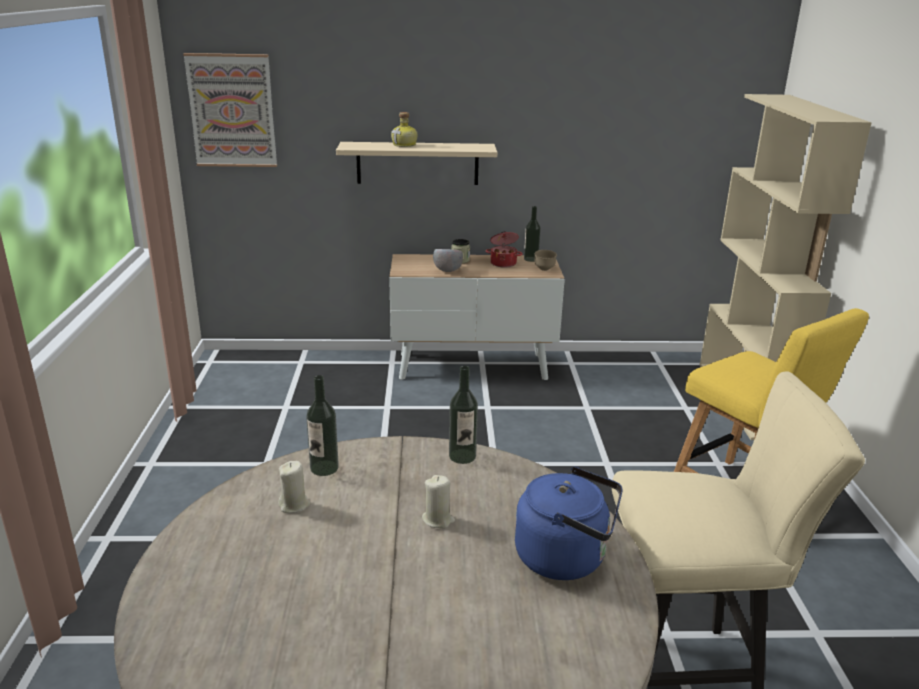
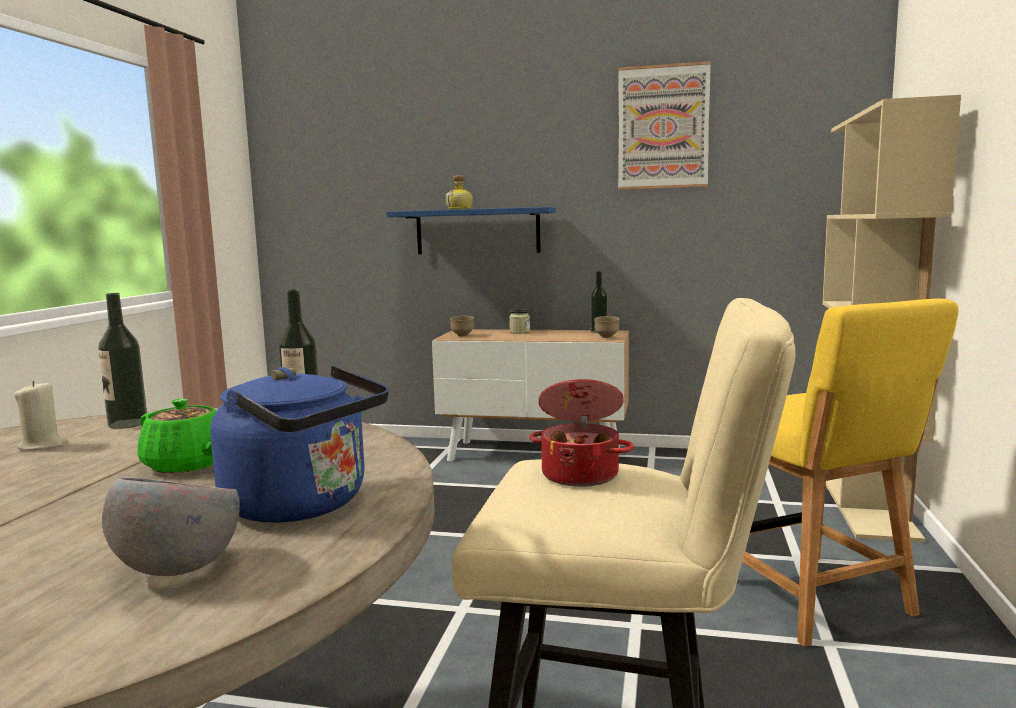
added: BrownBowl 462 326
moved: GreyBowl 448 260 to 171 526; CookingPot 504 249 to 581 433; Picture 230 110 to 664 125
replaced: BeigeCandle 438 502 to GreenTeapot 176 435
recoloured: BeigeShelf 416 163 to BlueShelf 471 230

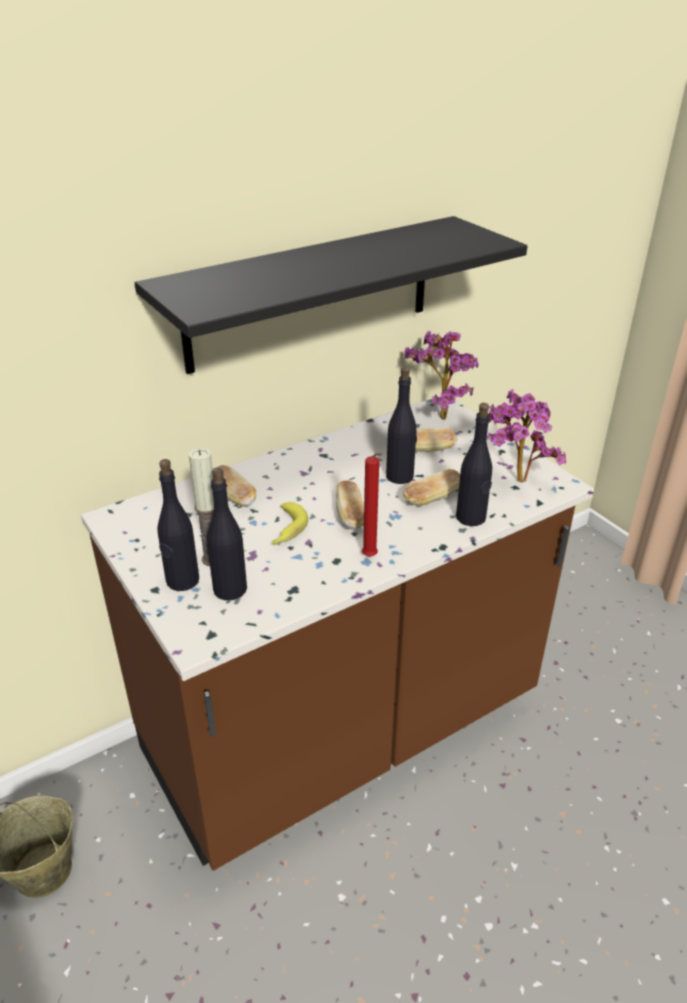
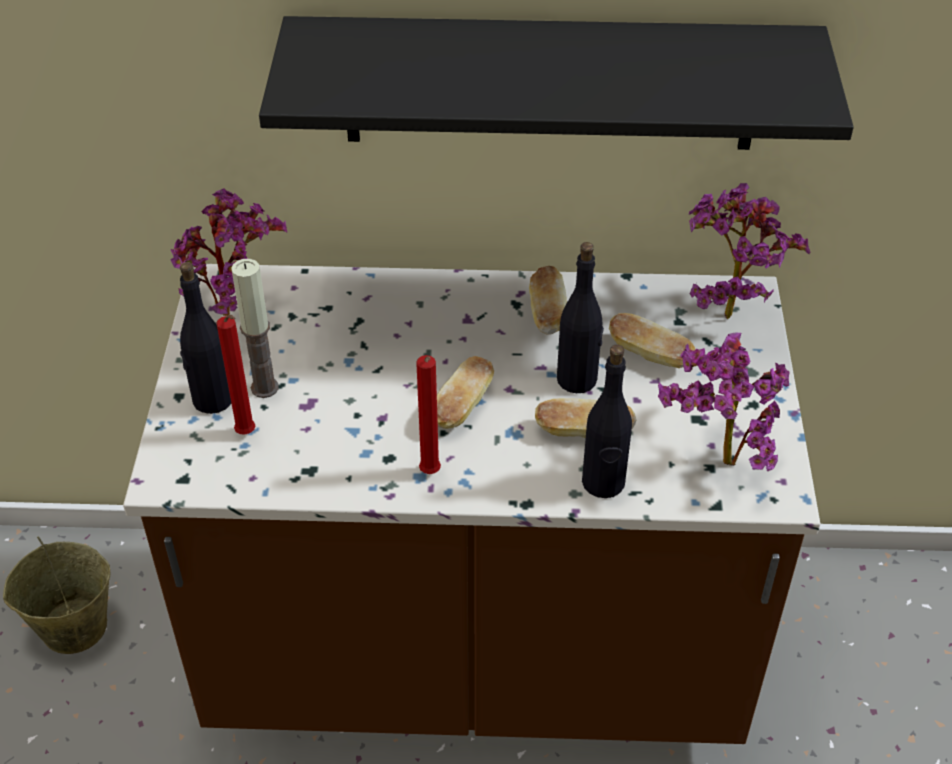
removed: Banana 290 523
added: PottedPlant 229 252
moved: Bread 237 486 to 548 300
replaced: BlackBottle 227 534 to RedCandle 236 375

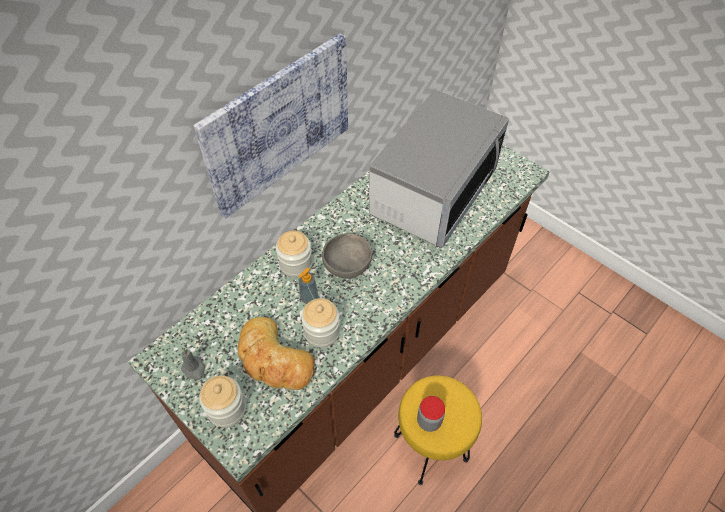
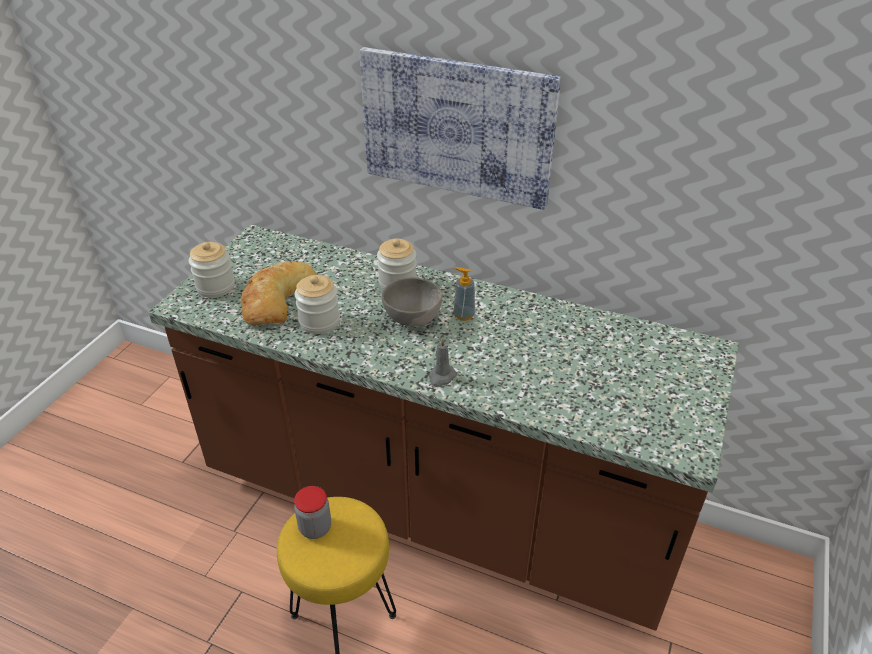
removed: Microwave 439 168
moved: GreyCandle 193 364 to 443 362; SoapDispenser 308 286 to 464 294

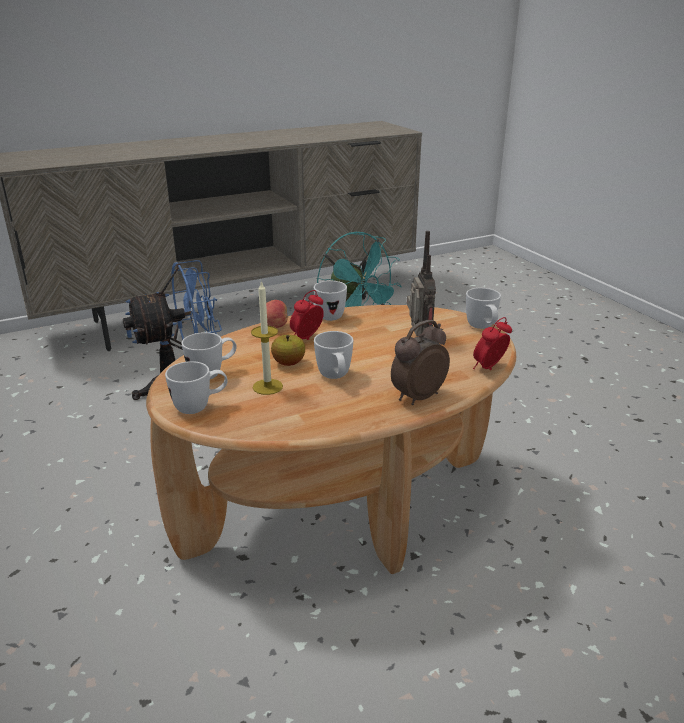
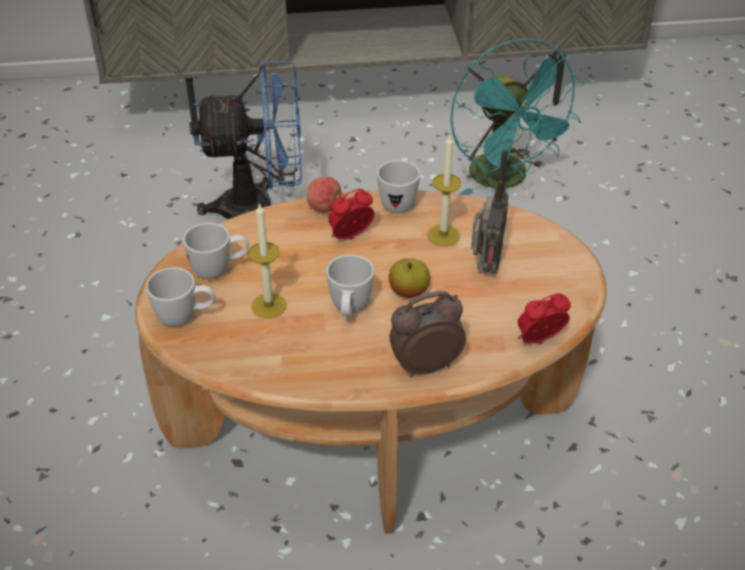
removed: WhiteMug 483 308
added: Candle 444 190
moved: Apple 288 350 to 409 278

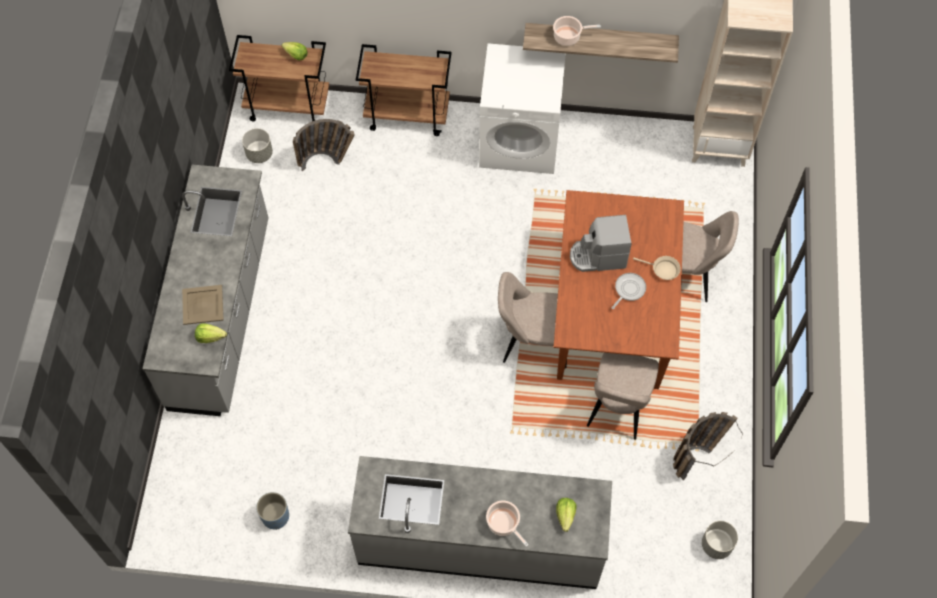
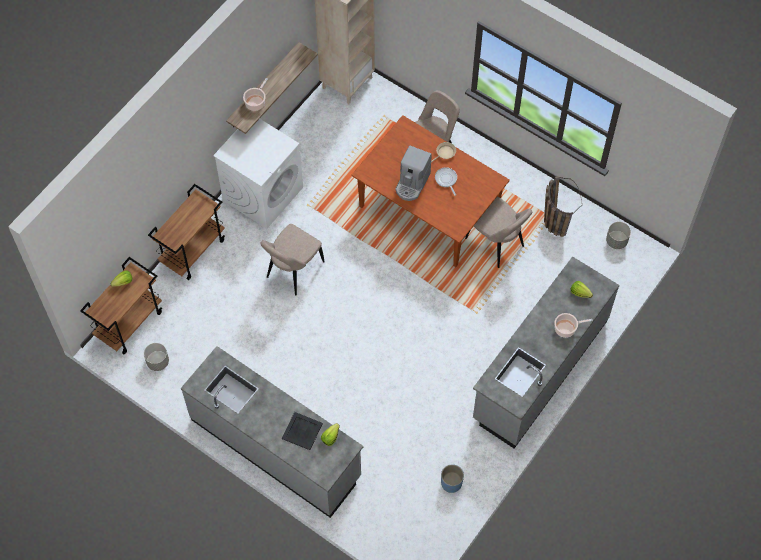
removed: Basket 324 145
moved: BeigeChair 532 320 to 292 259
recoloured: BeigeTray 203 305 to BlackTray 302 431

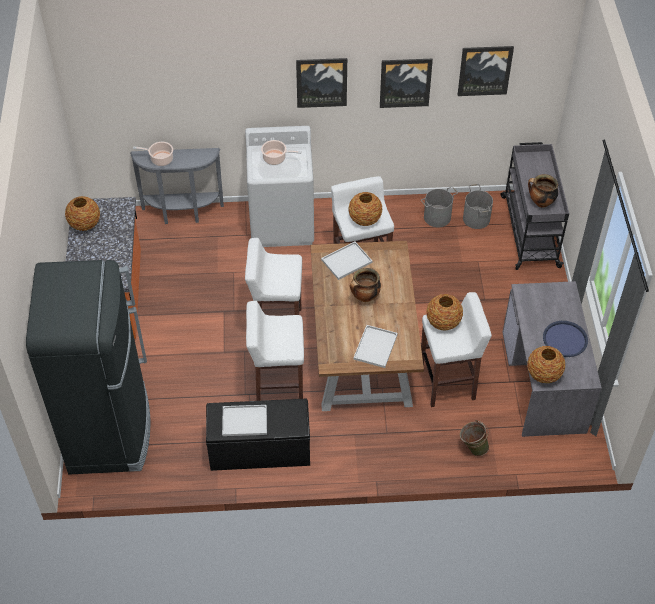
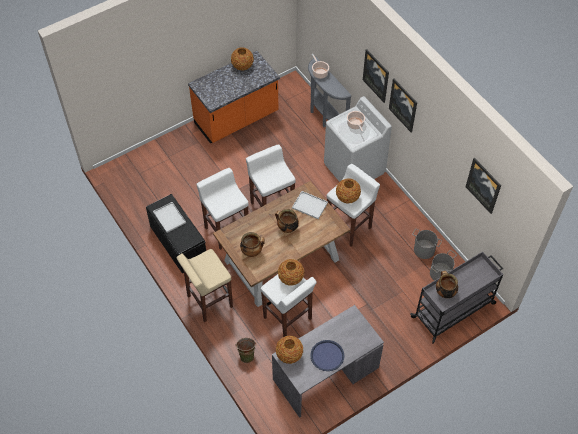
removed: BlackFridge 88 367
added: BeigeStool 205 285
moved: Picture 406 83 to 376 76
replaced: WhiteTray 375 346 to CookingPot 252 244

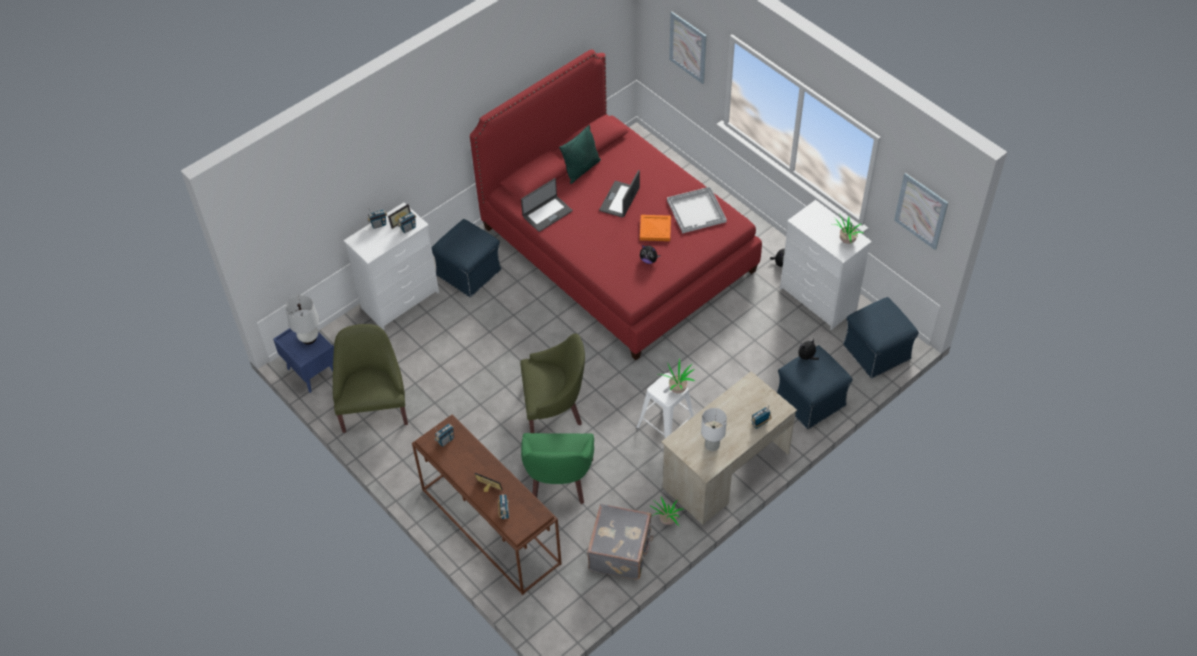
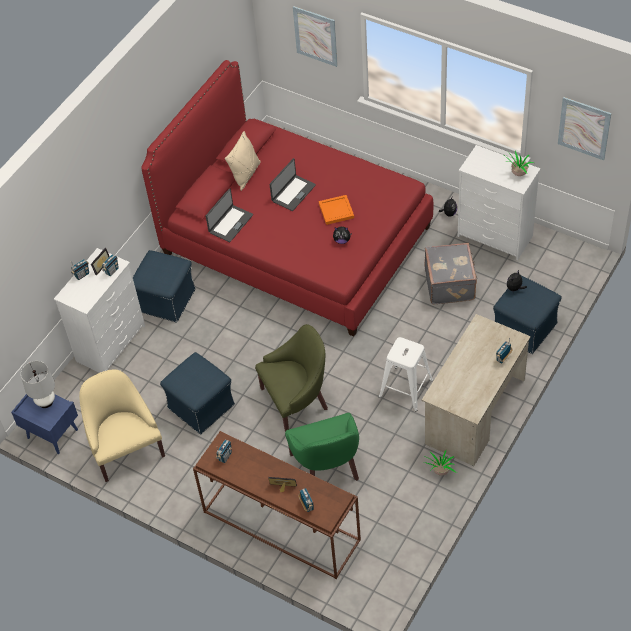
removed: PottedPlant 677 375; WhiteTray 697 210; WhiteTableLamp 714 429
moved: BlueOttoman 881 337 to 197 393; GreySuitcase 620 542 to 451 273
recoloured: GreenArmchair 370 378 to BeigeArmchair 122 425; GreenPillow 580 154 to BeigePillow 242 161
turned: Laptop 619 194 = 293 184 150 degrees counterclockwise

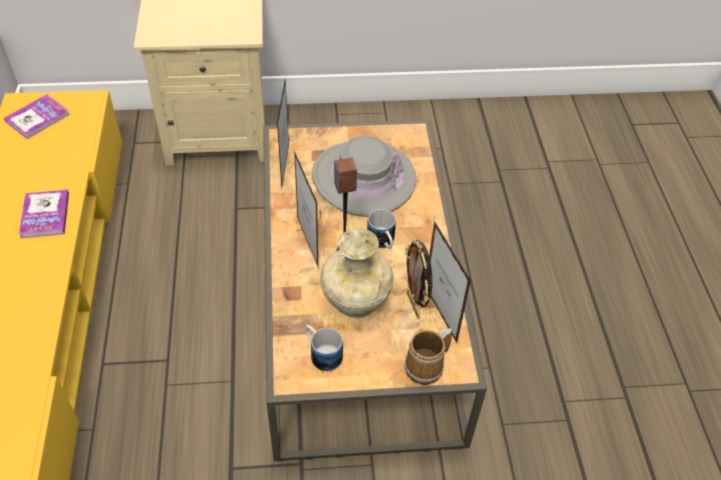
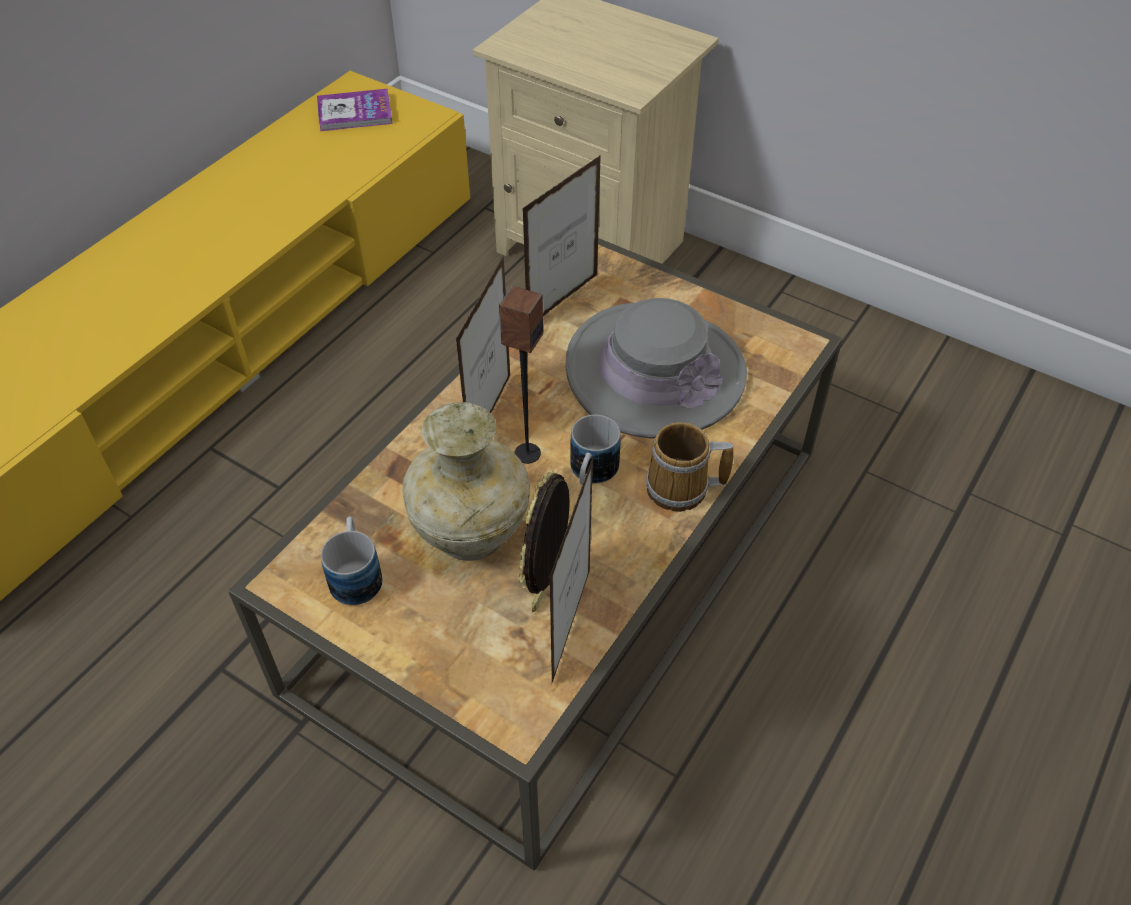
removed: Book 44 213
moved: Mug 428 356 to 690 467

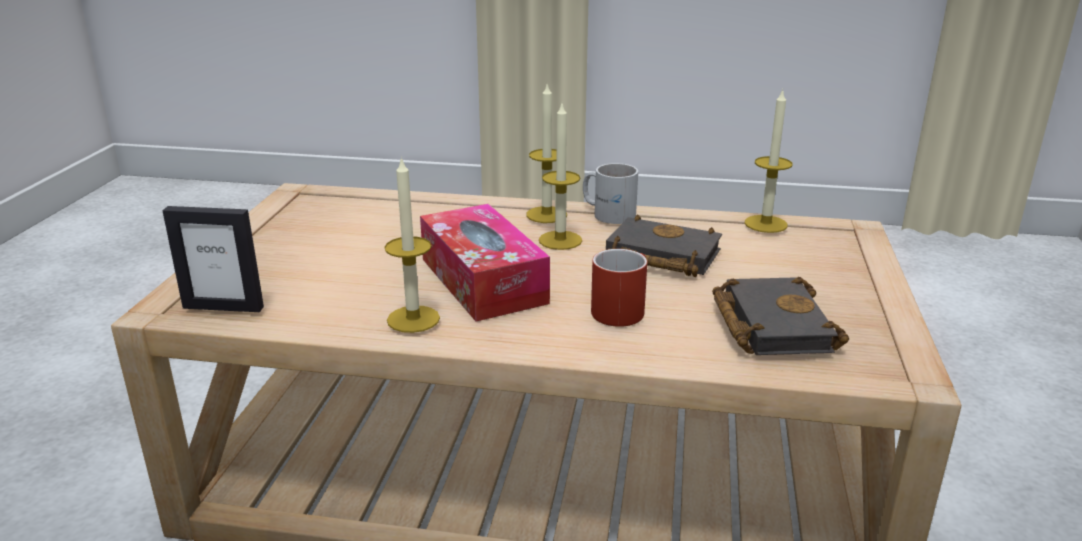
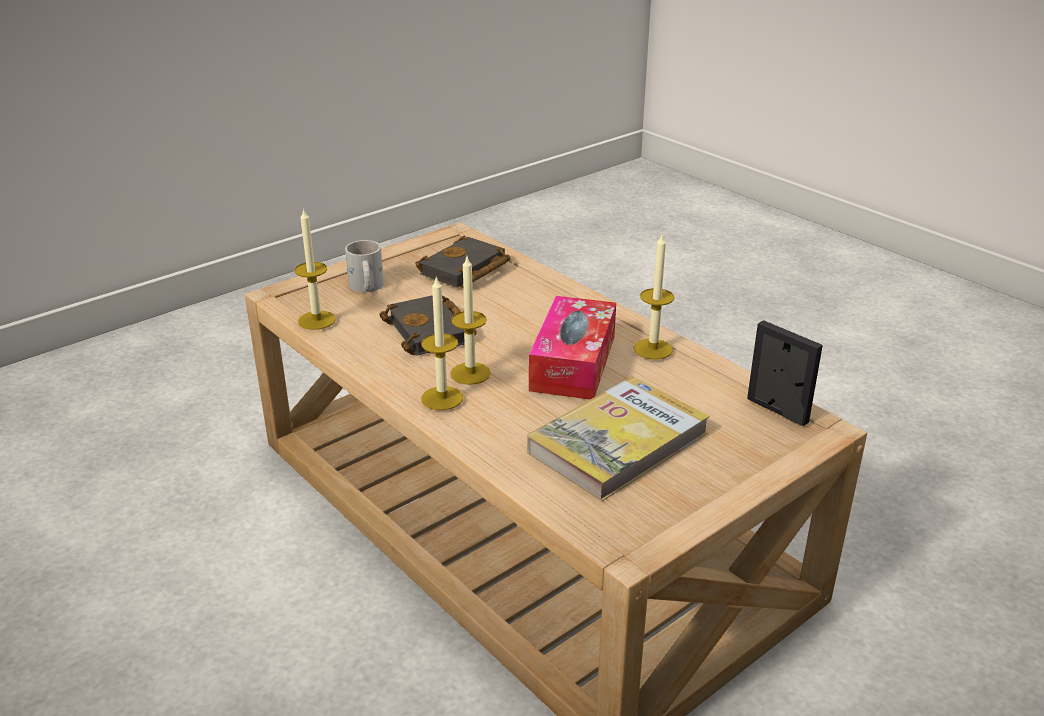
removed: RedMug 619 288
added: Book 618 438
moved: WhiteMug 610 193 to 364 266

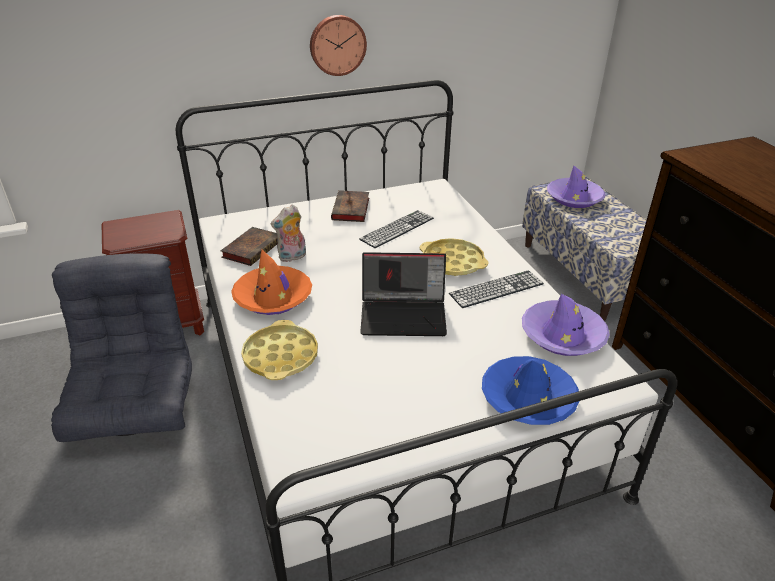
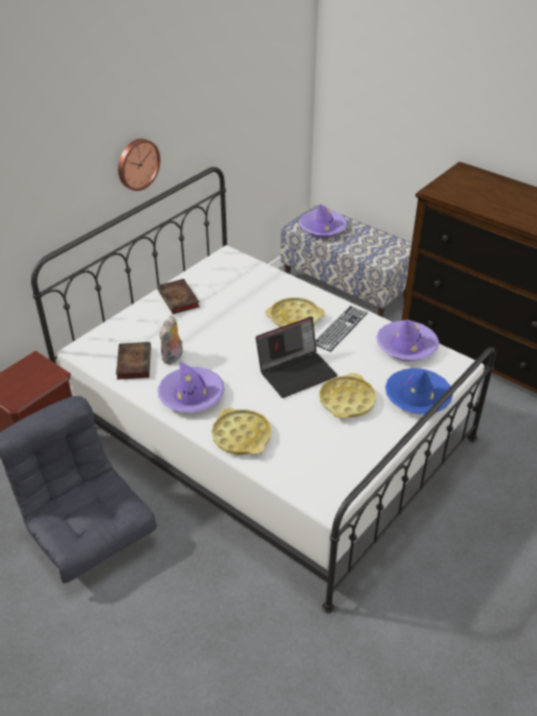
removed: Keyboard 396 229
added: YellowTray 347 396
recoloured: OrangeHat 271 282 to PurpleHat 191 387

